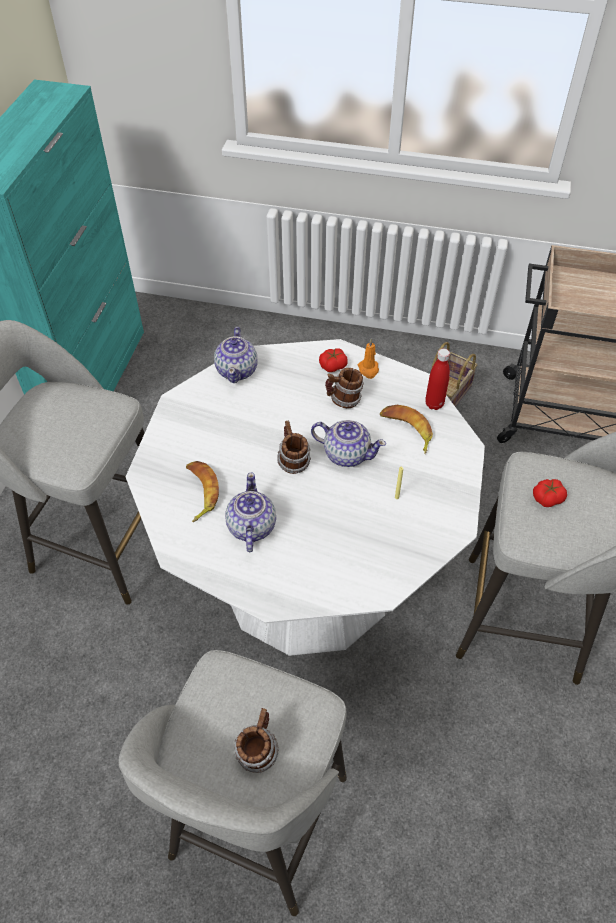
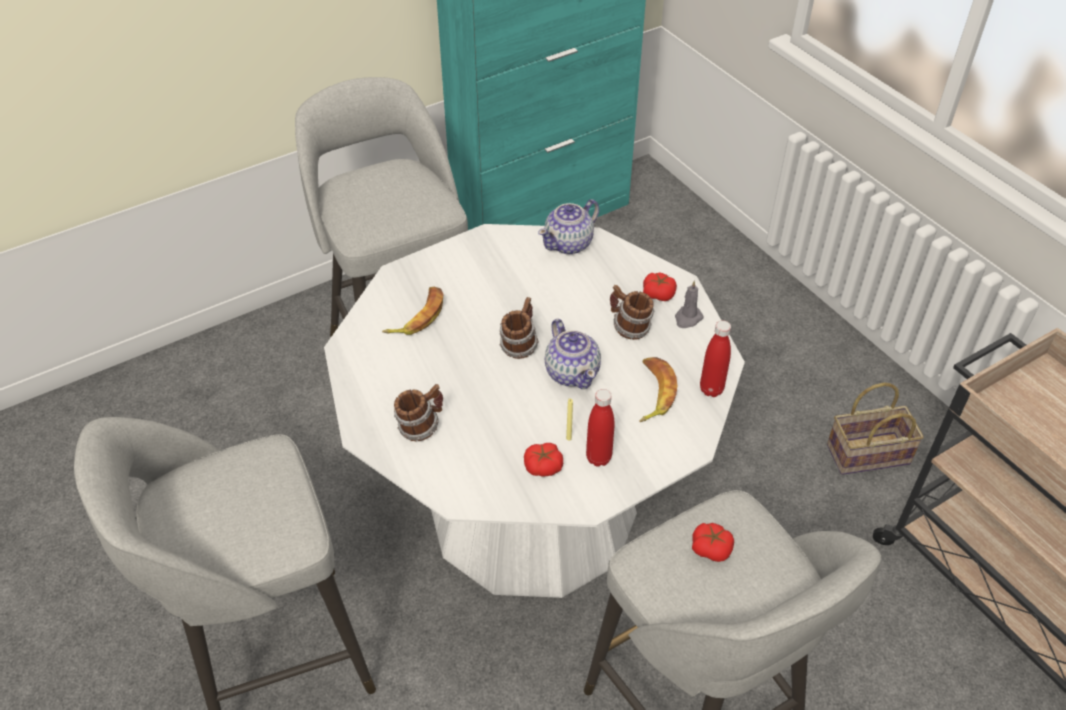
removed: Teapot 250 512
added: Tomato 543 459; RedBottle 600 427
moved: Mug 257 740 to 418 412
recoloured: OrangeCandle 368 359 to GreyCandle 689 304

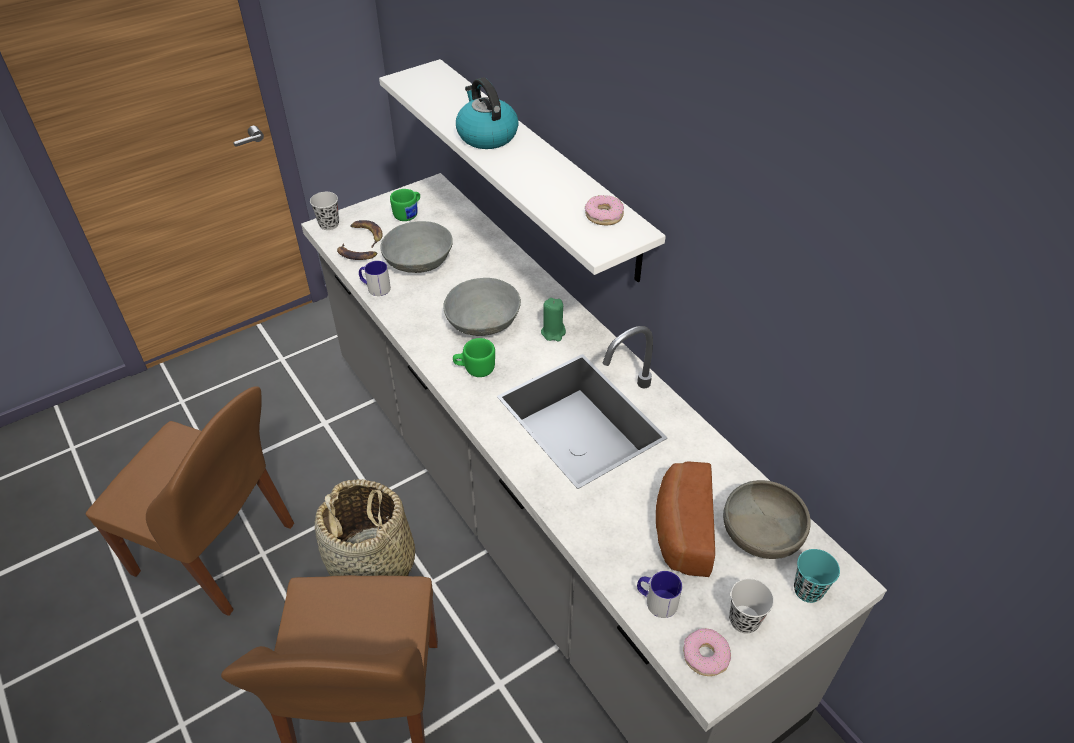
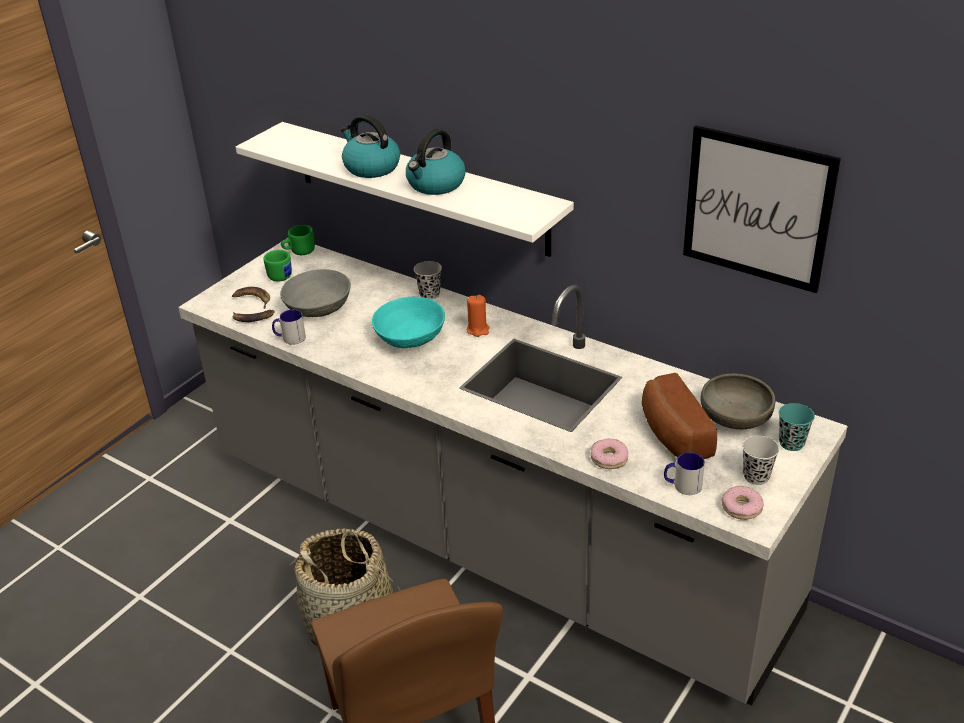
removed: BrownChair 190 501
added: Kettle 436 162; Picture 762 209
moved: GreenMug 474 357 to 298 240; BlackCup 324 211 to 428 280; Donut 604 210 to 609 454
recoloured: GreyBowl 482 307 to TurquoiseBowl 408 322; GreenCandle 553 319 to OrangeCandle 478 316

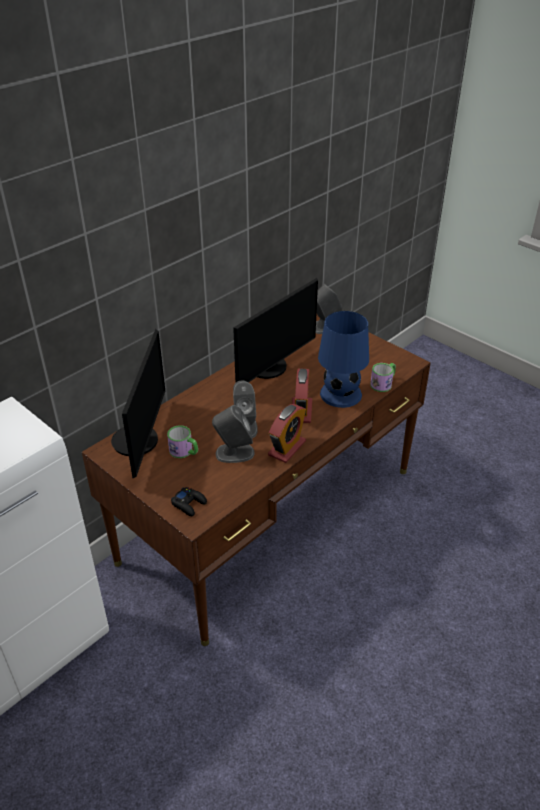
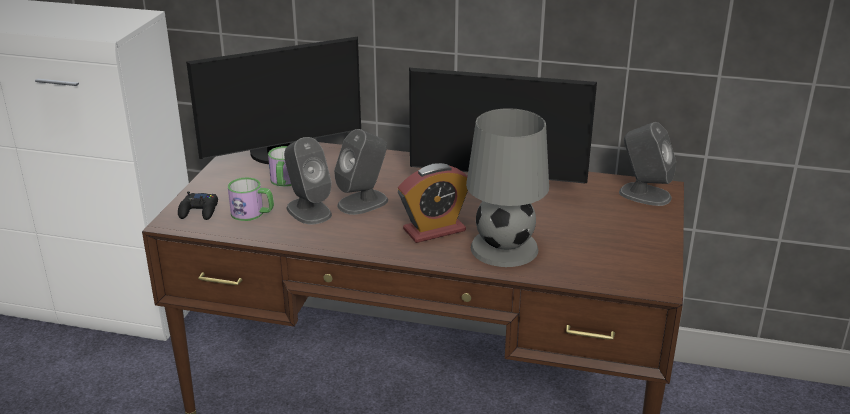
removed: AlarmClock 287 433
moved: Mug 383 377 to 251 199
recoloured: BlueTableLamp 343 359 to GreyTableLamp 507 187

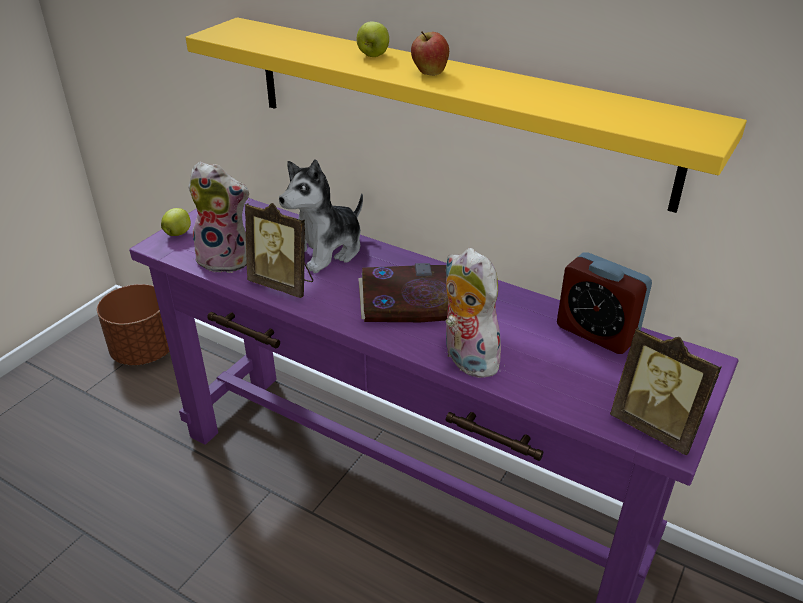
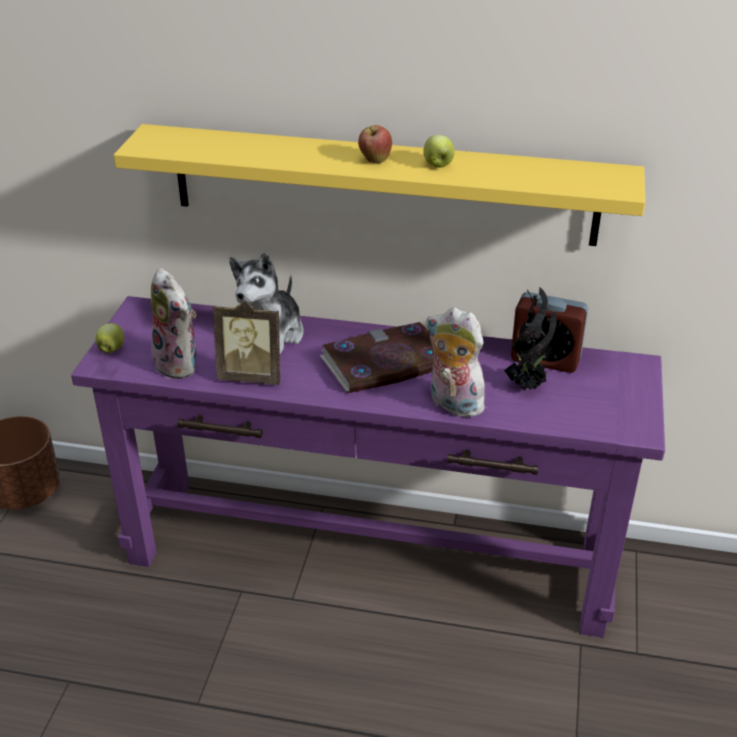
removed: PictureFrame 666 391
added: PottedPlant 530 338
moved: Apple 373 39 to 438 151
turned: PlushToy 218 217 = 173 323 60 degrees clockwise

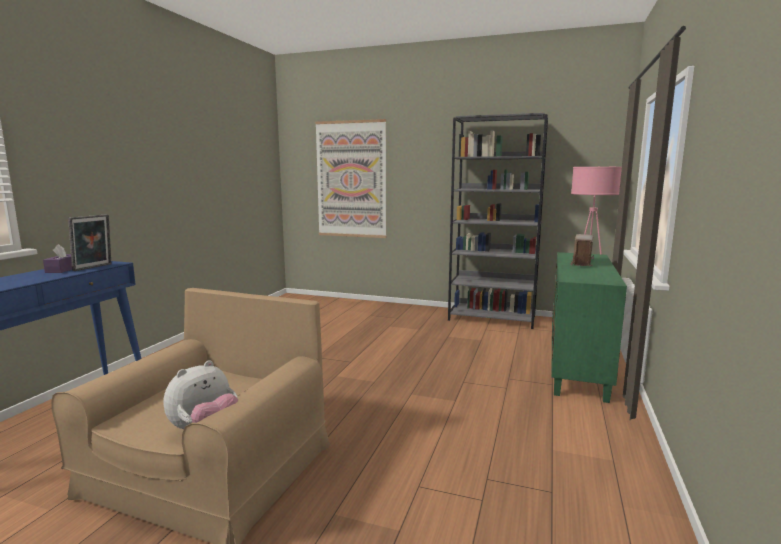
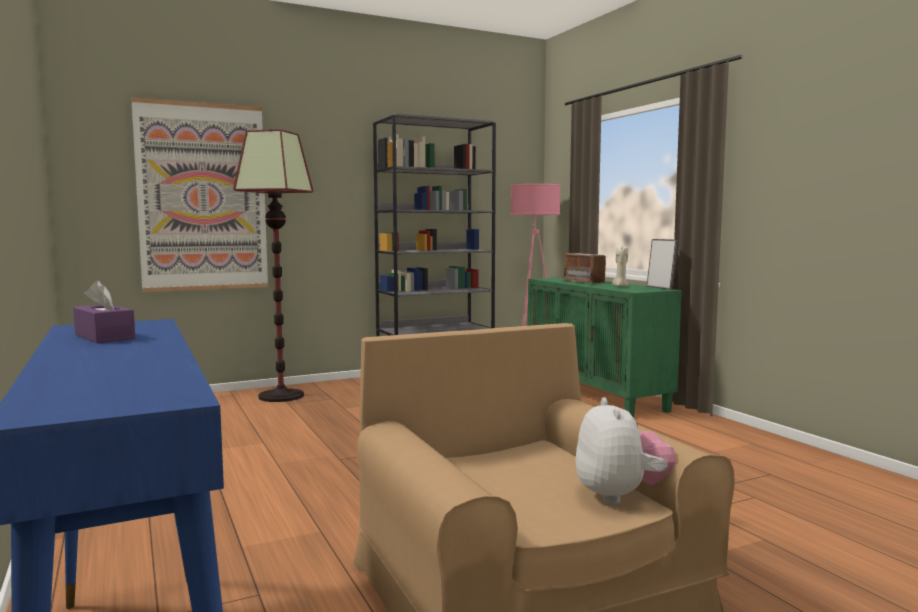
added: FloorLamp 273 265; BeigeCandle 620 266
moved: PictureFrame 89 242 to 663 264

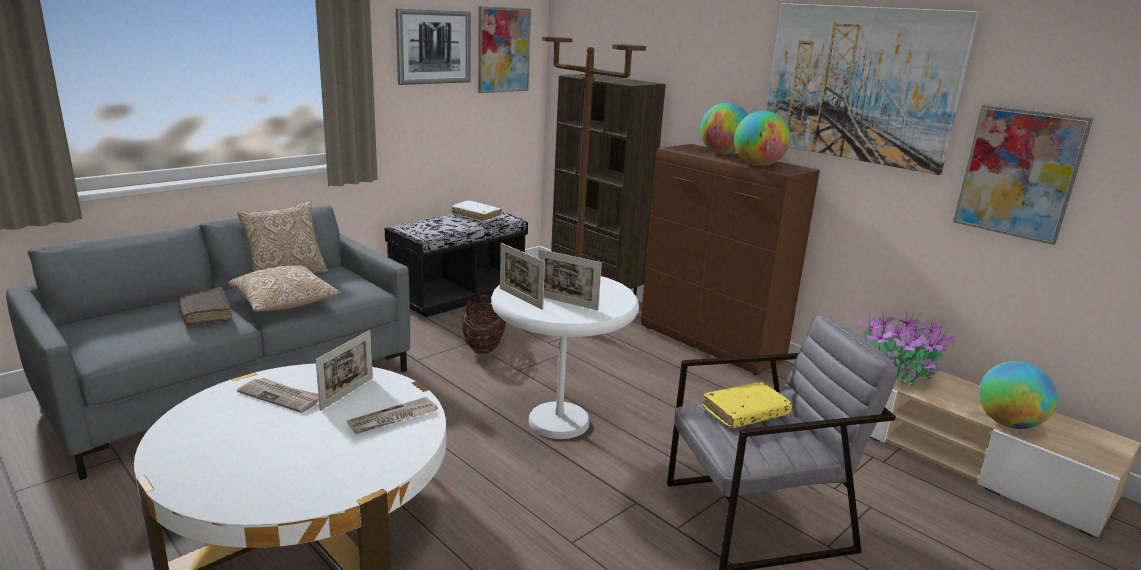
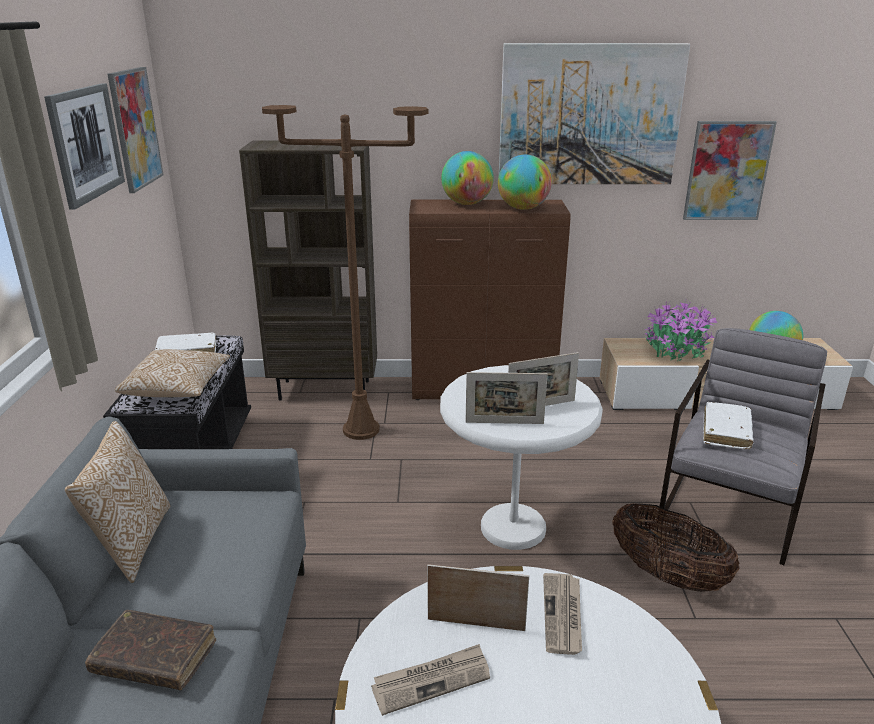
moved: Pillow 285 288 to 172 373; Basket 484 324 to 676 547
recoloured: YellowBook 748 405 to WhiteBook 728 425
turned: PictureFrame 344 370 = 478 597 60 degrees counterclockwise

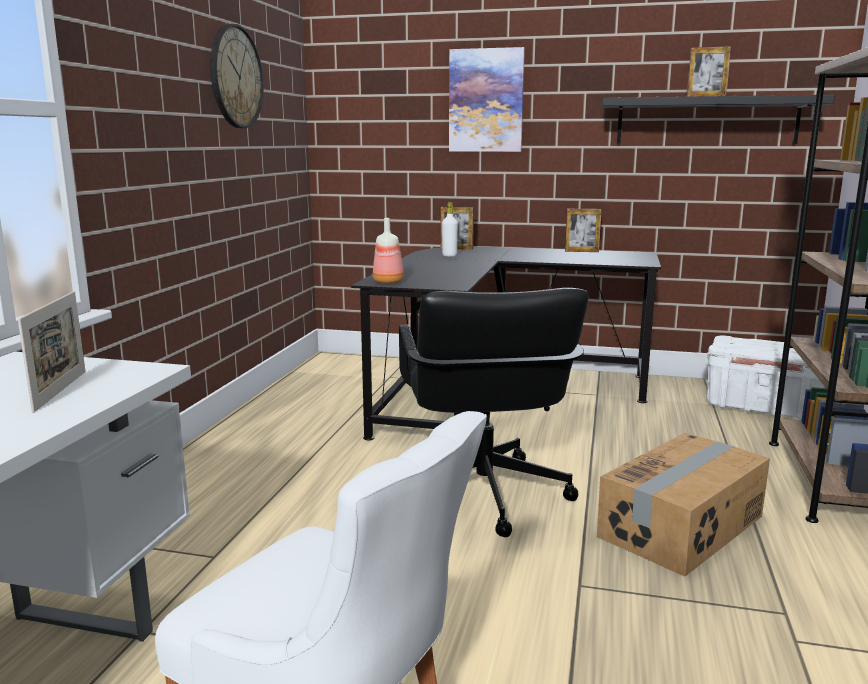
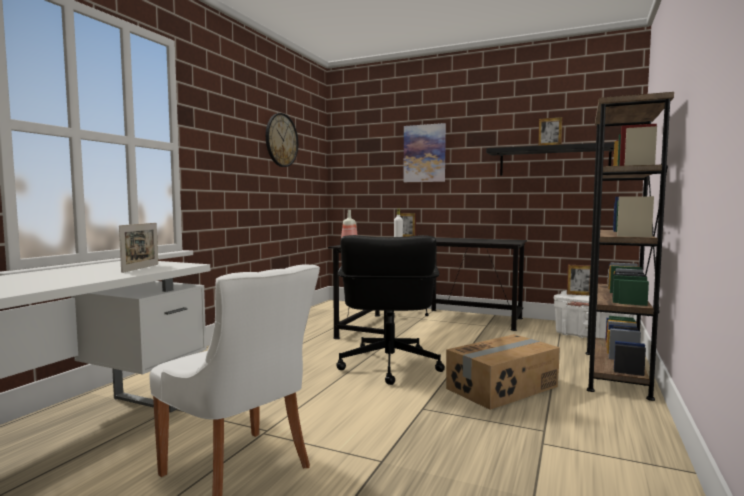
moved: PictureFrame 583 230 to 579 280

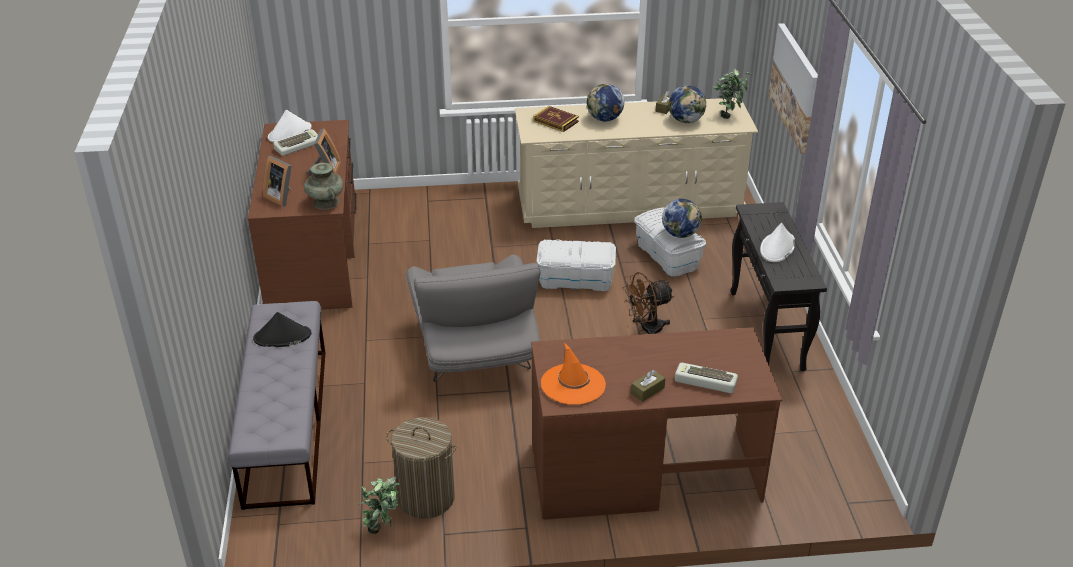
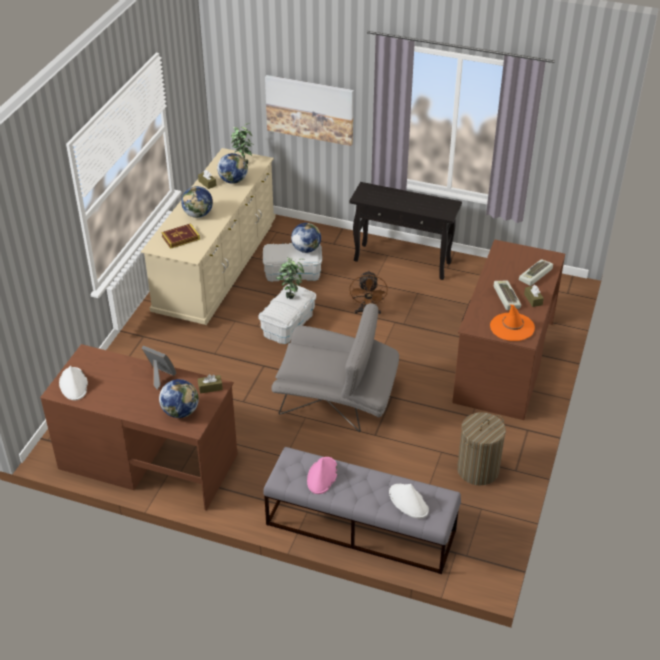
moved: PottedPlant 379 505 to 290 278; WhiteHat 777 242 to 409 501; Keyboard 295 142 to 507 295
replaced: PictureFrame 277 181 to Globe 179 398; TurquoiseVase 323 186 to BrownTissueBox 210 384
recoloured: BlackHat 282 329 to PinkHat 322 475

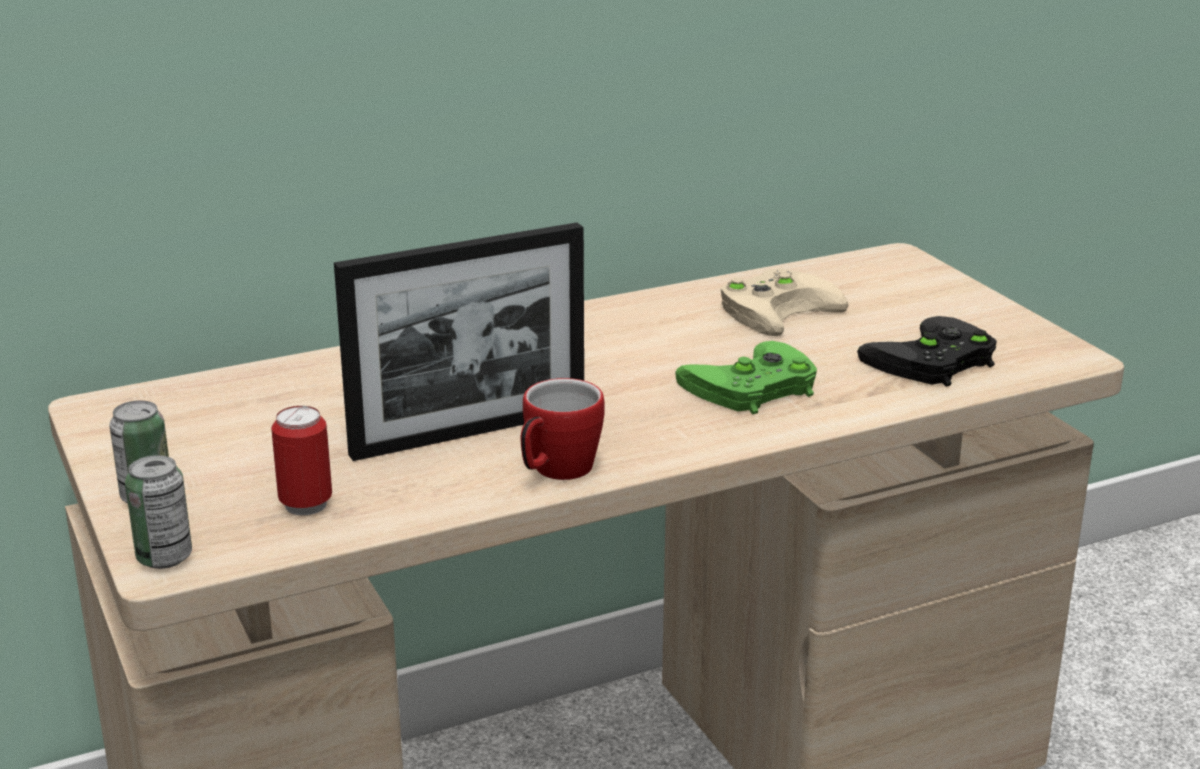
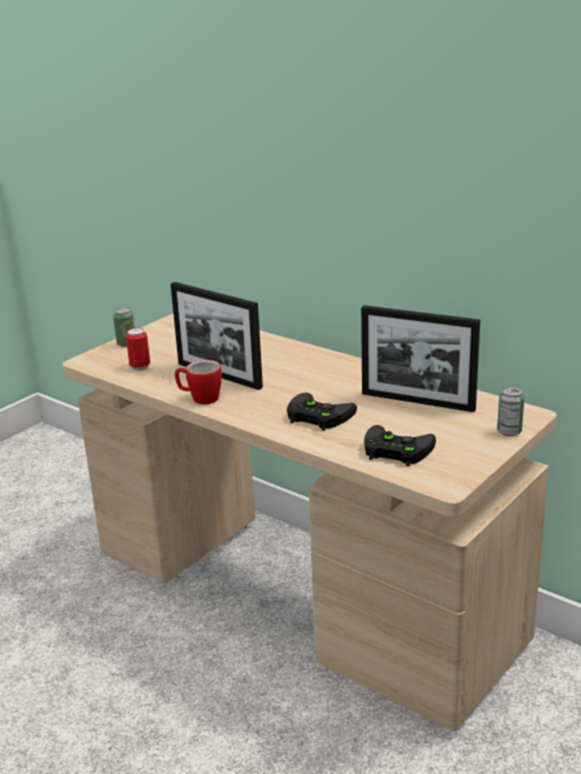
moved: Can 158 512 to 510 411
replaced: BeigeGameController 784 302 to PictureFrame 420 358
recoloured: GreenGameController 746 377 to BlackGameController 322 412

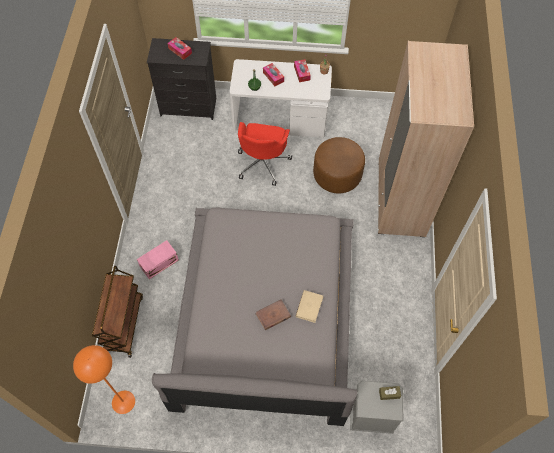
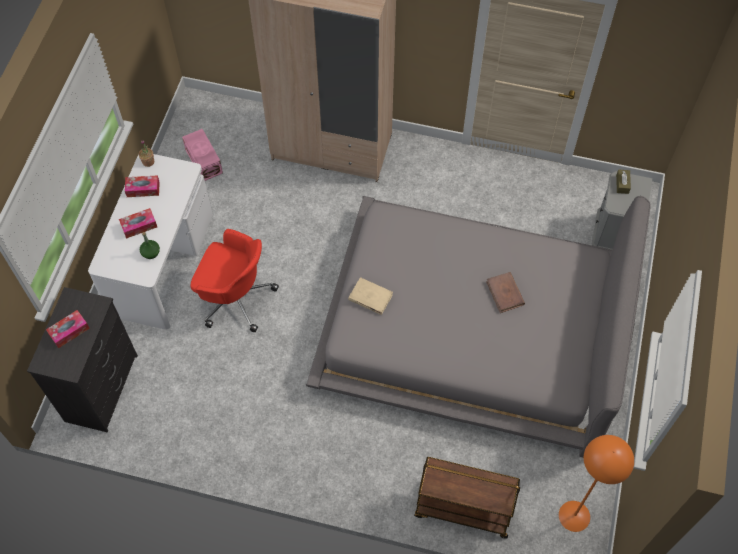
removed: BrownOttoman 339 165
moved: PinkStorageBox 158 259 to 202 155; BeigeBook 309 306 to 370 296

